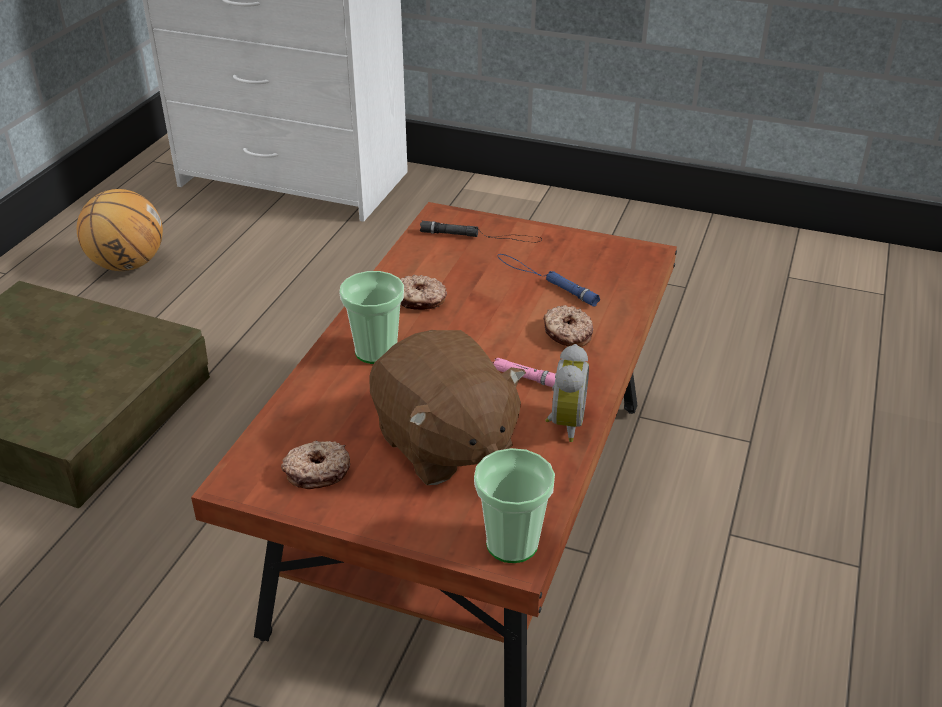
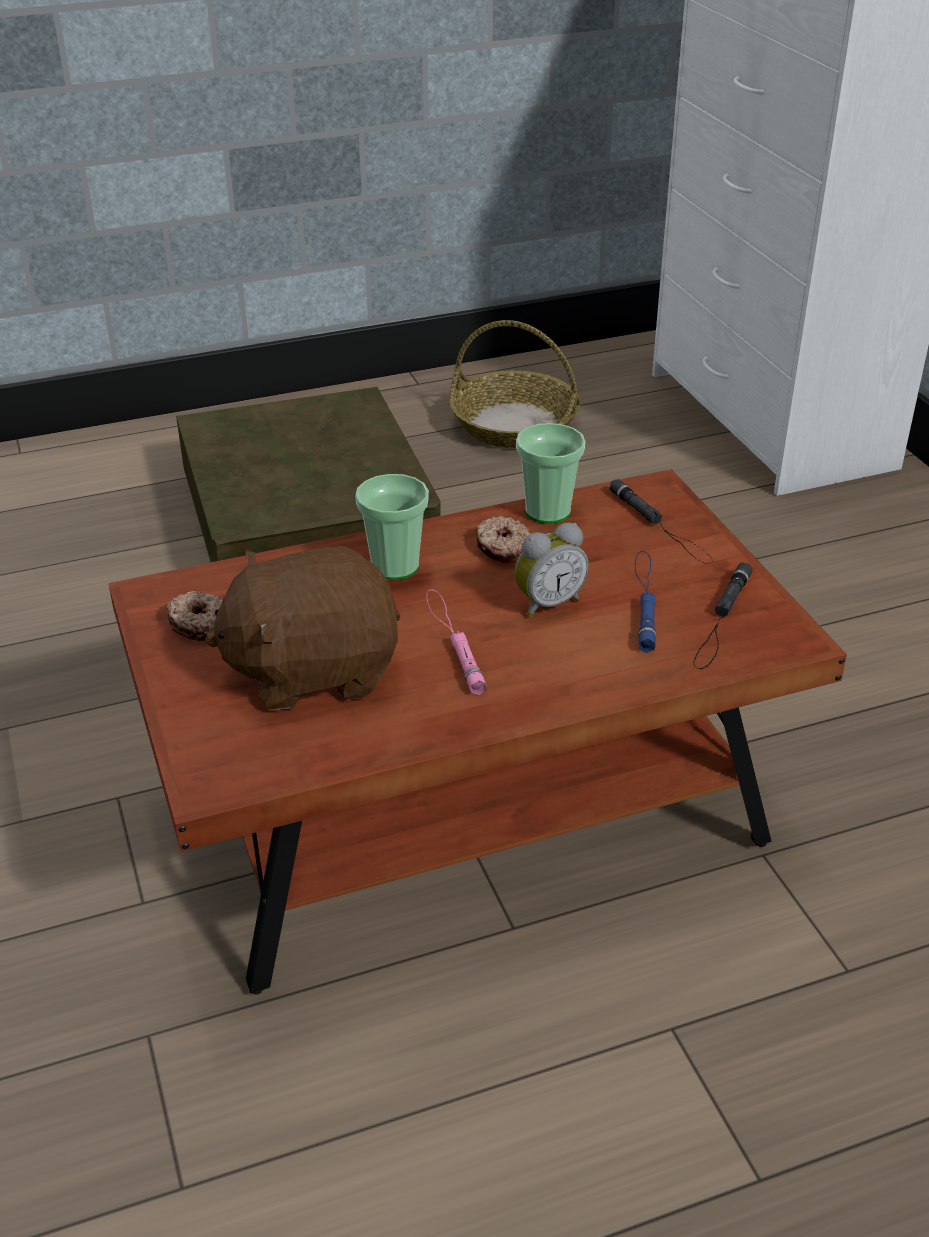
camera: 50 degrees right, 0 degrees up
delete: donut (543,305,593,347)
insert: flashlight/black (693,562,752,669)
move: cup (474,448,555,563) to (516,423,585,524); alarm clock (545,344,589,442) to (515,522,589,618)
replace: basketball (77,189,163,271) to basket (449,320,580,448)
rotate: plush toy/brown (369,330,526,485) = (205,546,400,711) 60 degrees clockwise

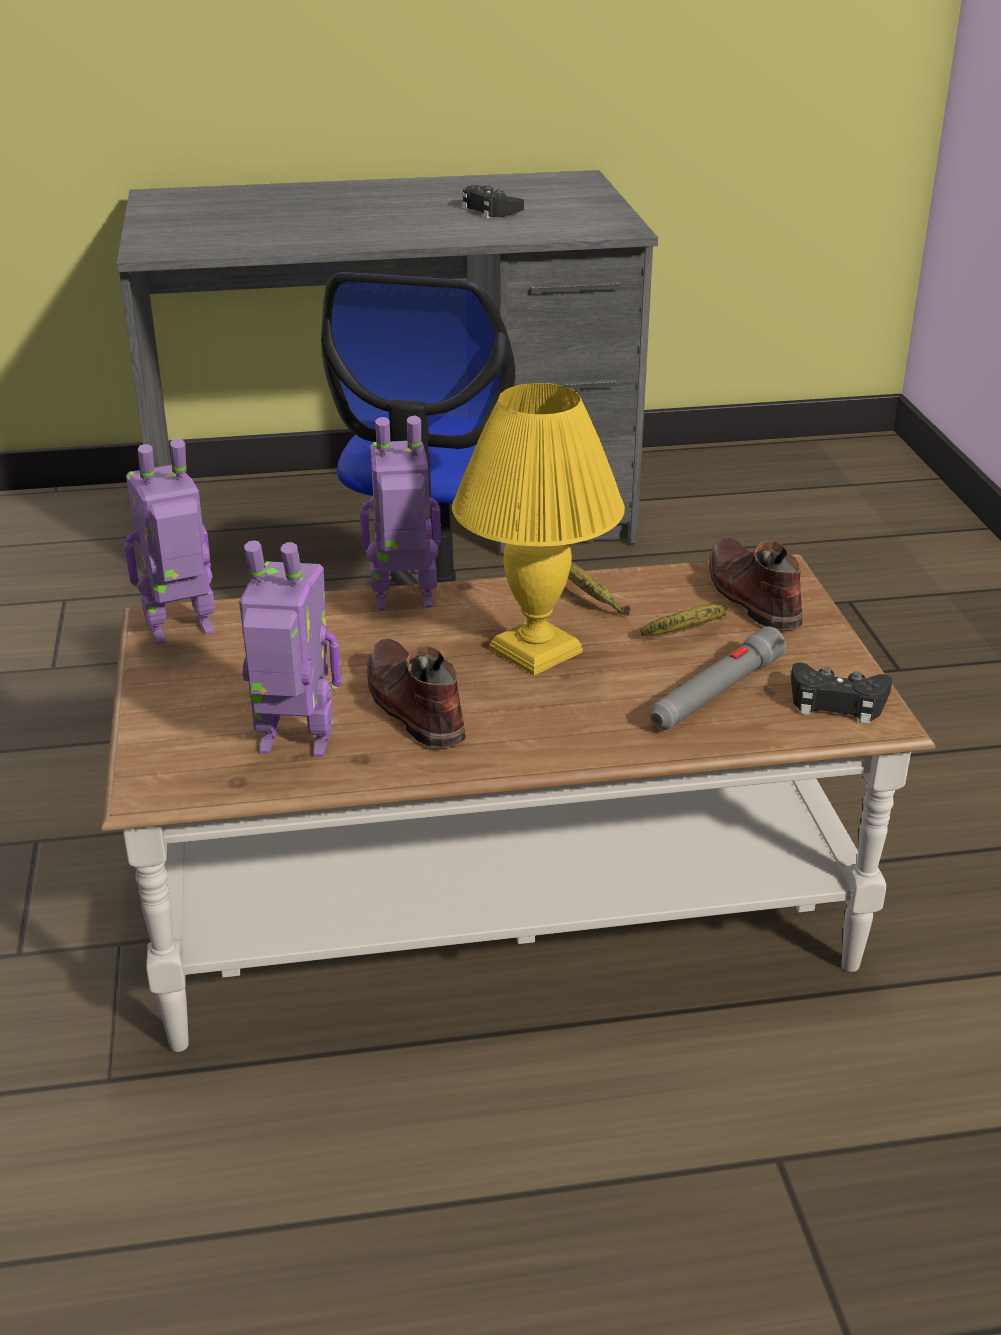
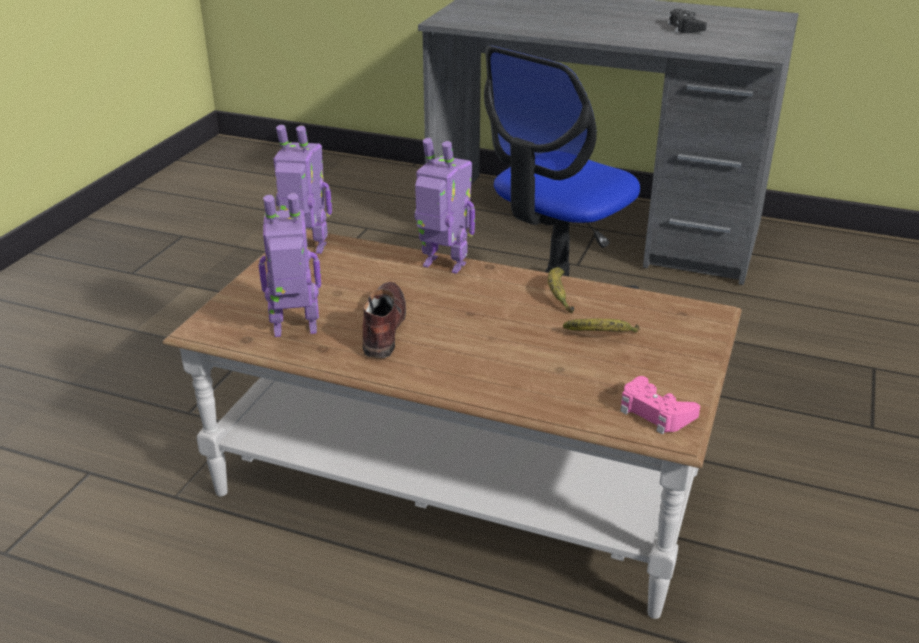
camera: 30 degrees right, 0 degrees up
delete: table lamp/yellow (452,383,625,675); flashlight/grey (649,627,786,730); shoe/brown (710,538,802,630)
recolor: game controller/black (791,663,892,724) to game controller/pink (620,376,700,435)
rotate: toy robot (239,540,341,757) = (259,193,321,337) 45 degrees counterclockwise

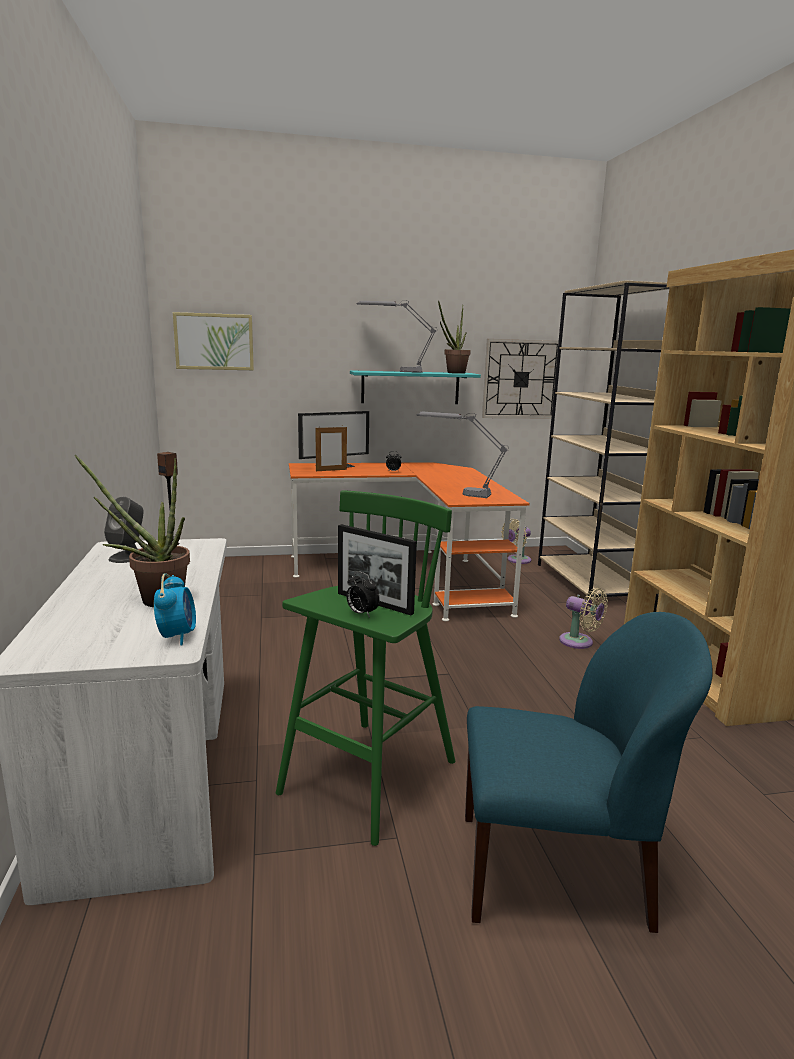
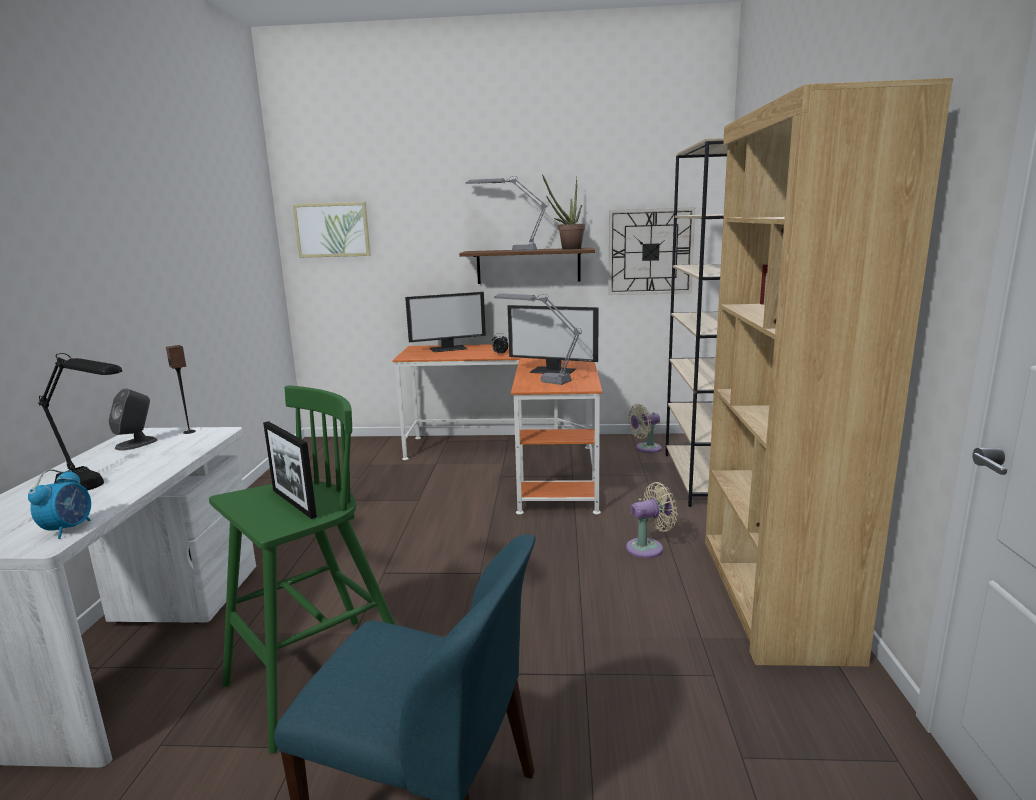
camera: 15 degrees right, 0 degrees up
delete: picture frame (316,426,347,471); alarm clock (346,571,380,617)
insert: monitor (507,305,599,374)
replace: potted plant (75,455,190,607) to table lamp/black (38,353,122,490)
recolor: shelf/turquoise (350,370,481,404) to shelf/brown (459,248,595,284)
rotate: fan/beige (559,588,608,649) = (626,482,677,558) 75 degrees counterclockwise

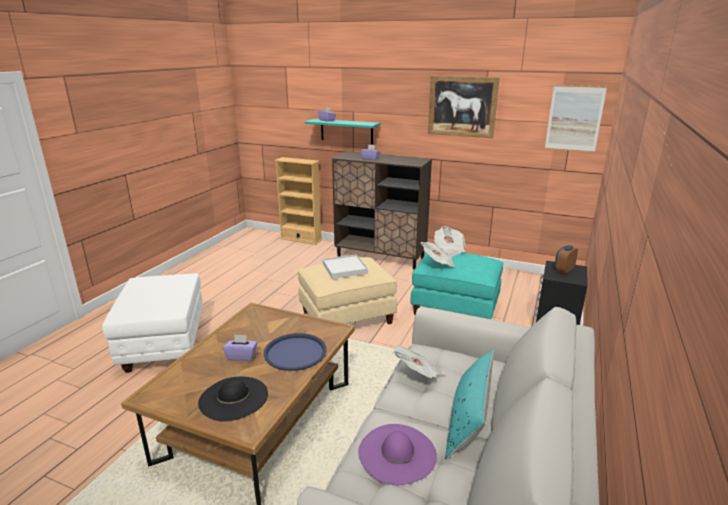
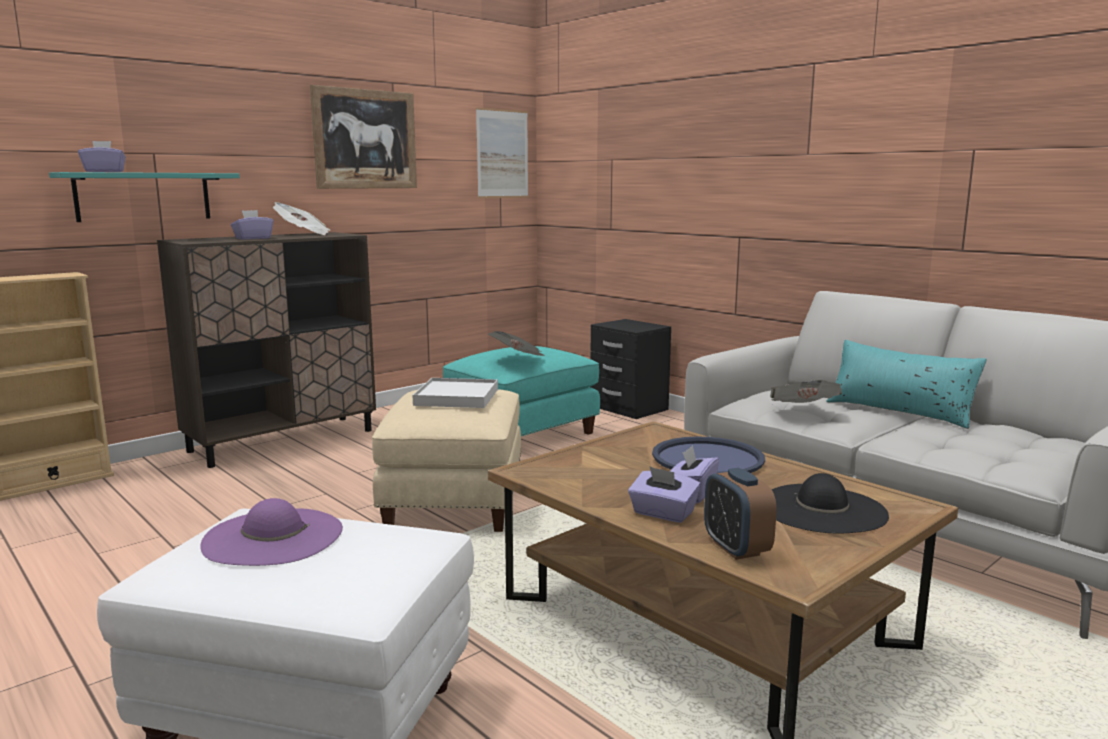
camera: 65 degrees left, 10 degrees down
insert: tissue box/purple (628,466,701,523)
move: hat/purple (358,424,437,485) to (200,498,343,566); newspaper (434,226,465,257) to (273,202,330,235); alarm clock (554,245,578,274) to (704,468,777,560)

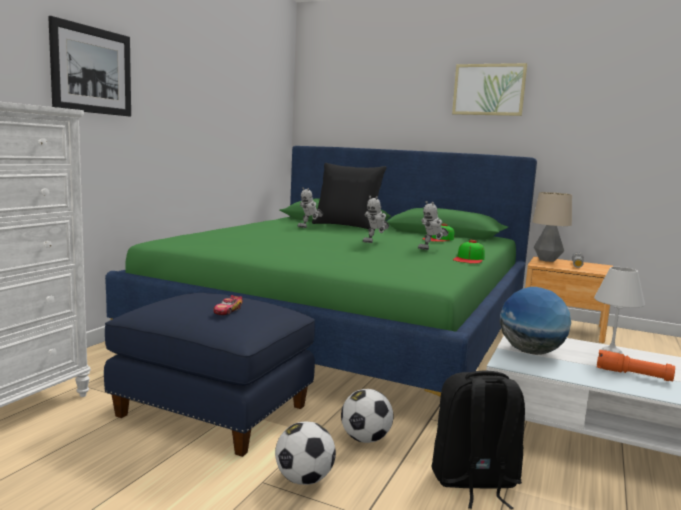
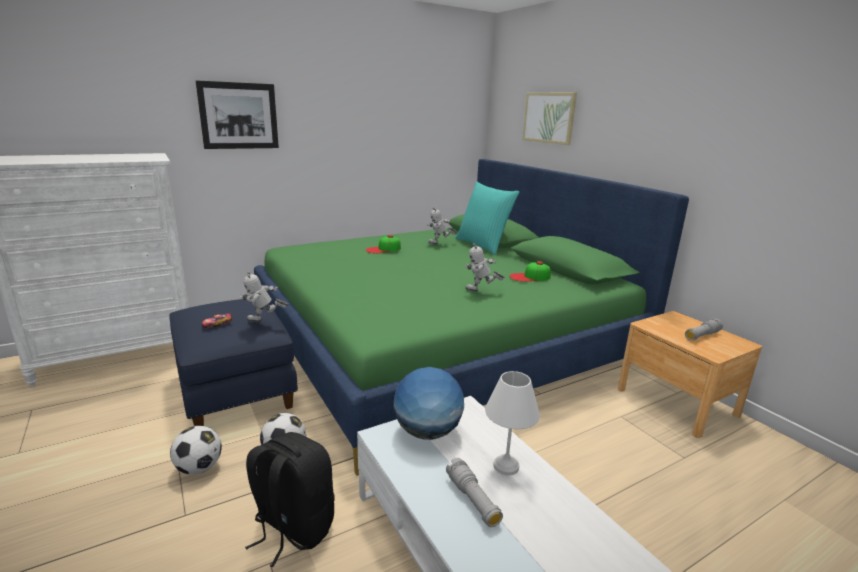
camera: 35 degrees right, 10 degrees up
delete: table lamp (532,192,572,262)
move: toy robot (363,196,389,243) to (240,271,289,322); picture (452,63,527,116) to (522,92,577,145); cap (453,240,485,264) to (366,235,401,253)
recolor: pillow/black (312,163,387,229) to pillow/turquoise (455,182,519,255); flashlight/orange (597,350,675,381) to flashlight/grey (446,458,503,527)

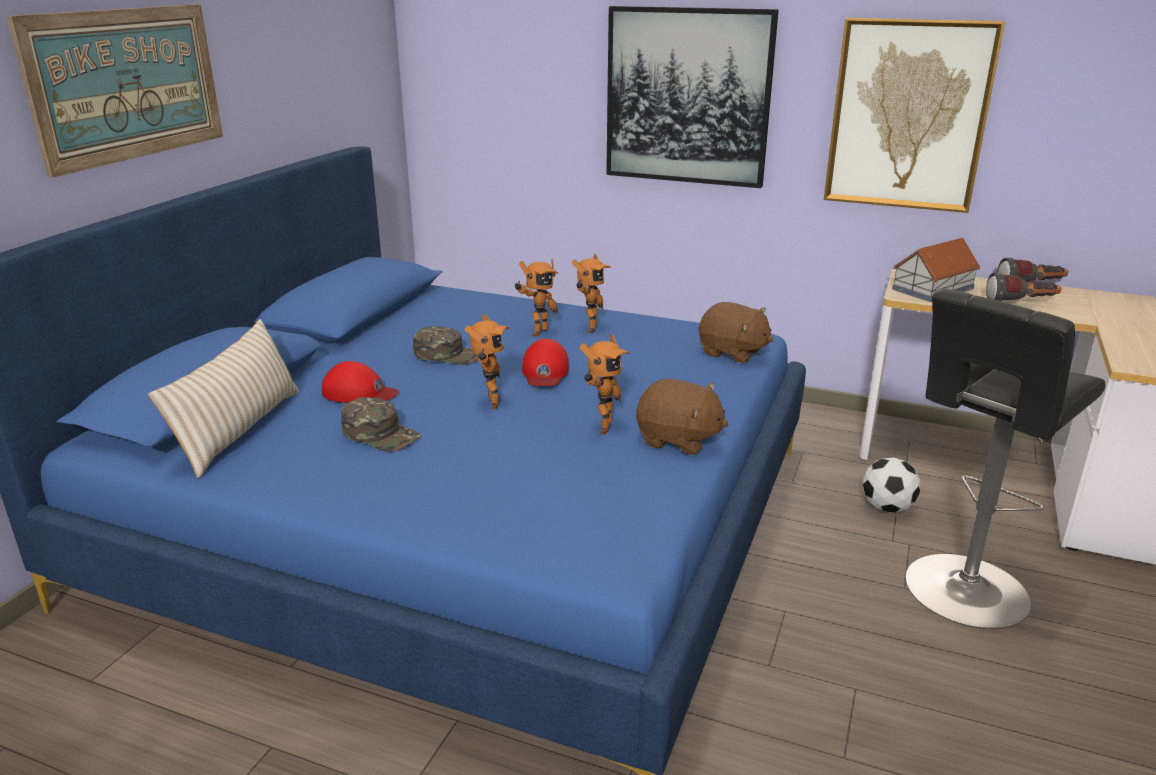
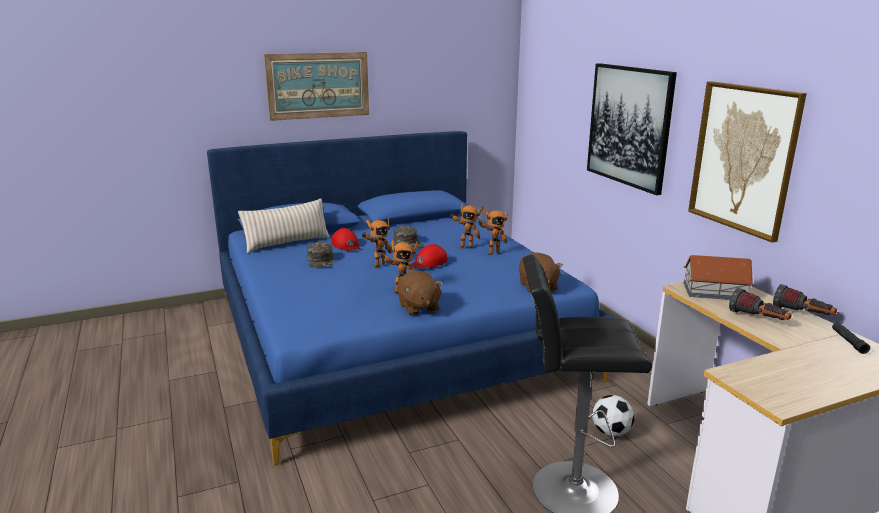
camera: 45 degrees right, 5 degrees down
insert: flashlight/black (832,322,870,354)

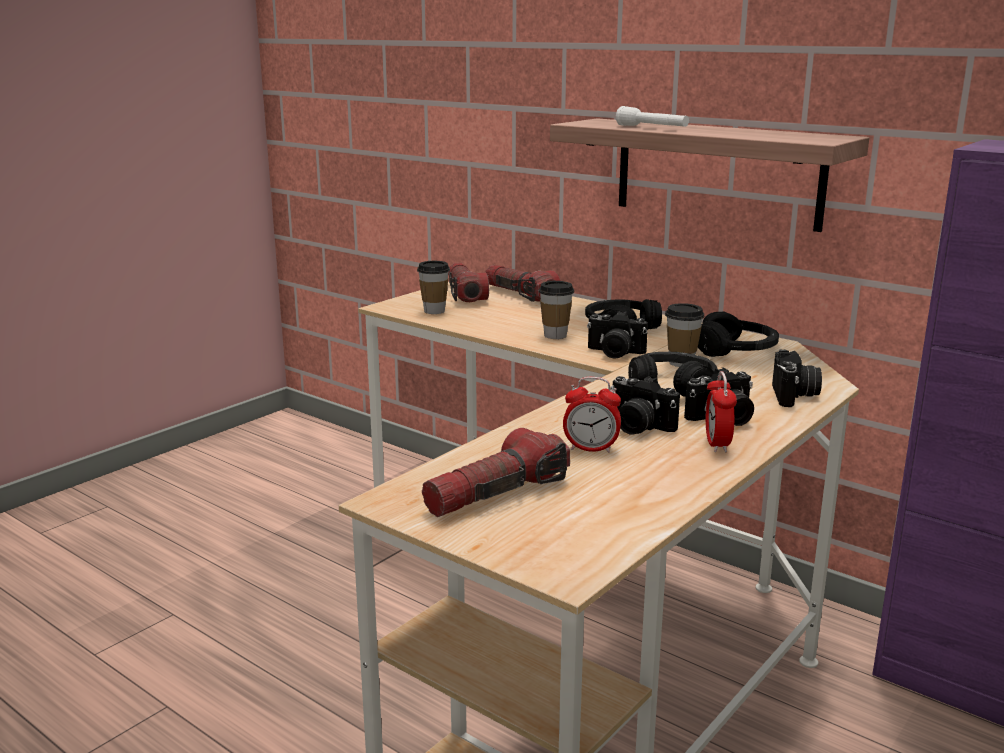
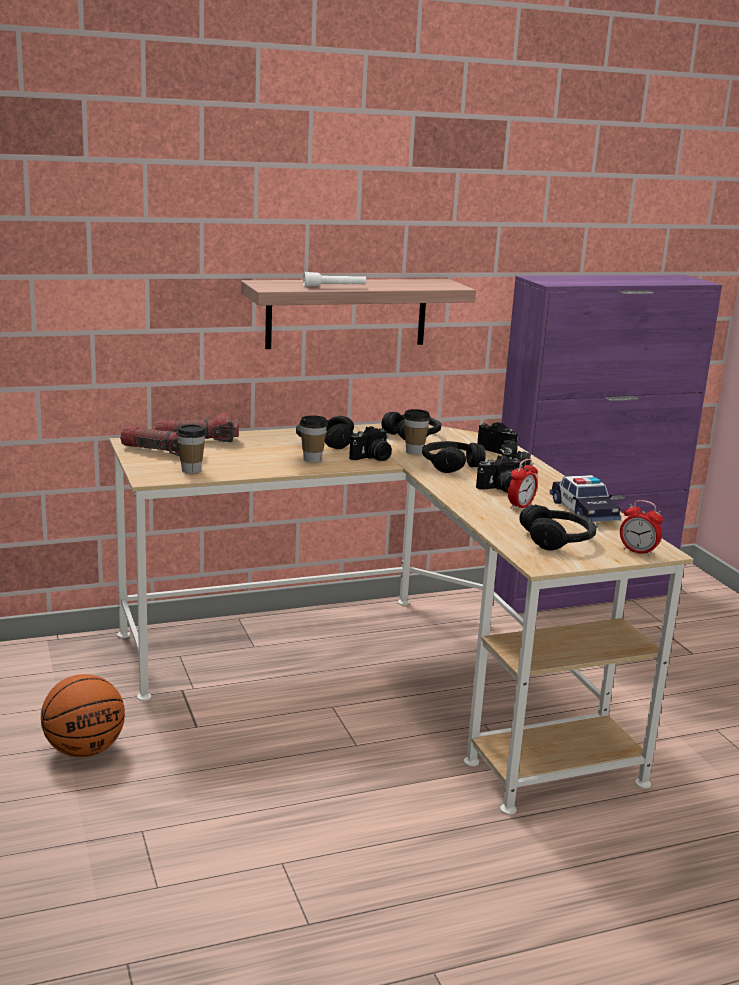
camera: 60 degrees left, 0 degrees up
insert: basketball (41,674,125,757); toy car (550,475,621,522)
move: alarm clock (706,371,737,452) to (620,500,663,556)
replace: flashlight (422,428,570,517) to headphones/black (519,504,596,550)

